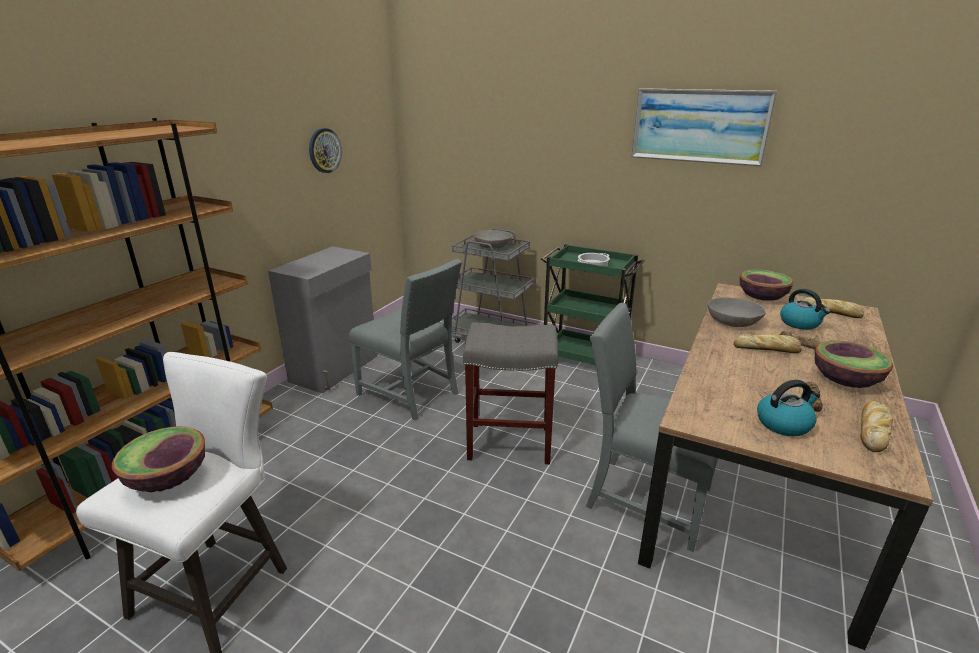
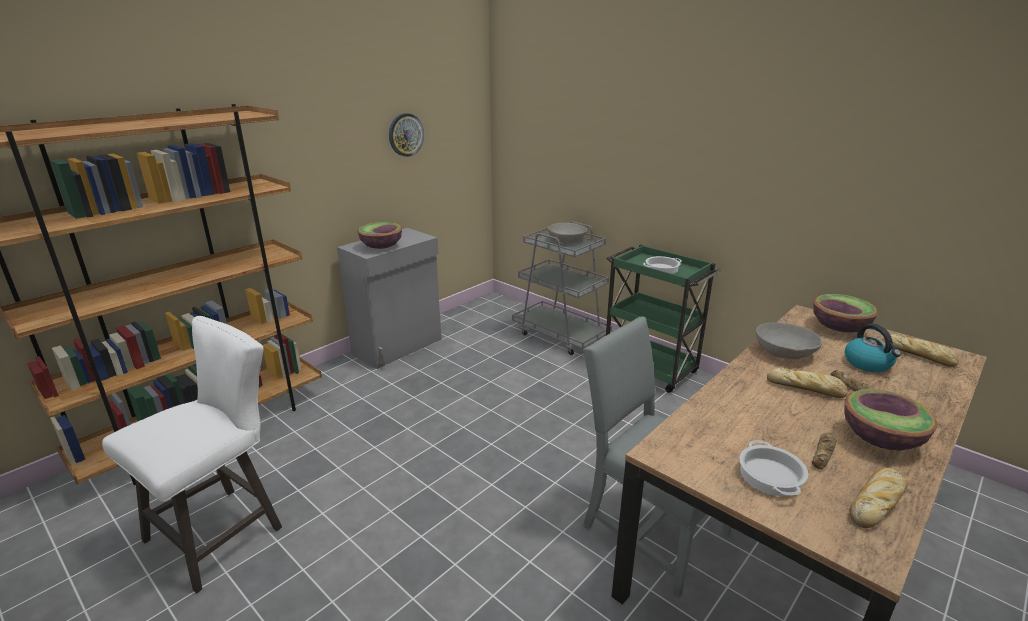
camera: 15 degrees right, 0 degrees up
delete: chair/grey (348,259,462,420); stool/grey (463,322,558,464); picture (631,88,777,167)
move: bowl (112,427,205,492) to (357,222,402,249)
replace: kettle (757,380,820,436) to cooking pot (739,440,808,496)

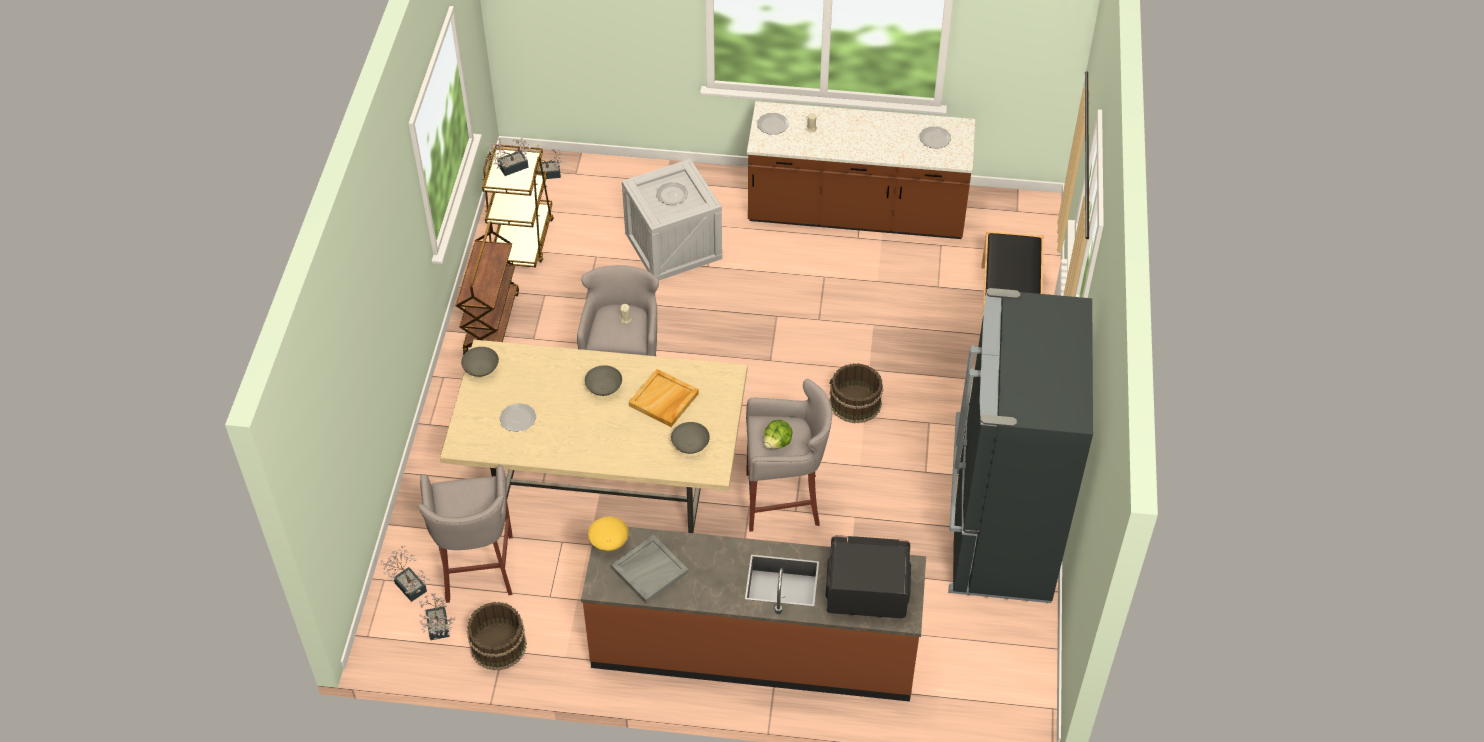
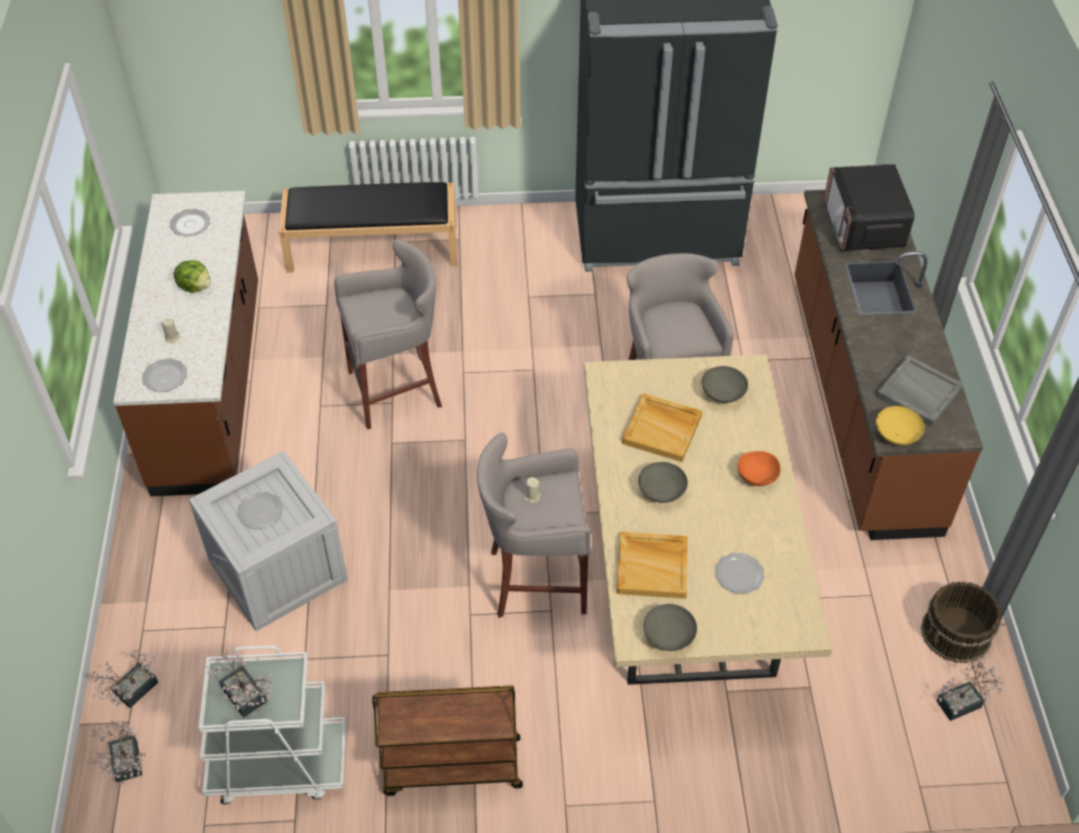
camera: 100 degrees left, 0 degrees up
delete: bucket/brown (829,363,883,423)
insert: tray/beige (617,532,688,599); bowl/orange (738,451,781,486)
move: potted plant (380,546,430,602) to (92,649,158,708); stool/grey (418,465,513,603) to (334,239,442,429); lettuce (764,420,793,449) to (174,260,211,293)
recolor: cart/brown (482,144,554,267) to cart/white (199,645,346,805)

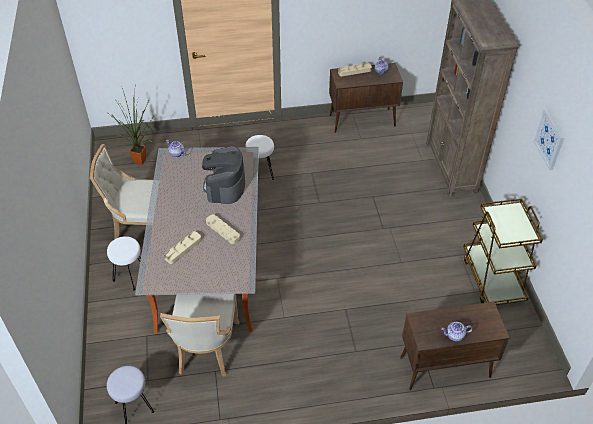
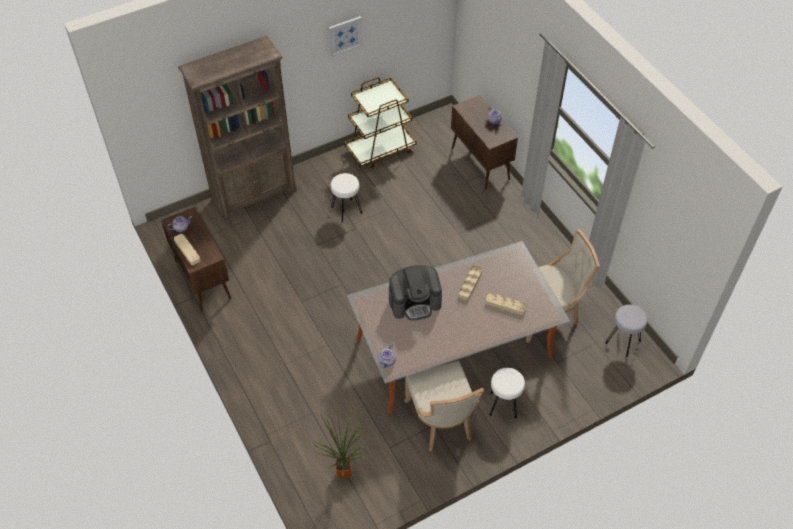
camera: 110 degrees left, 5 degrees up
move: stool/white (245,135,274,180) to (330,173,362,222)

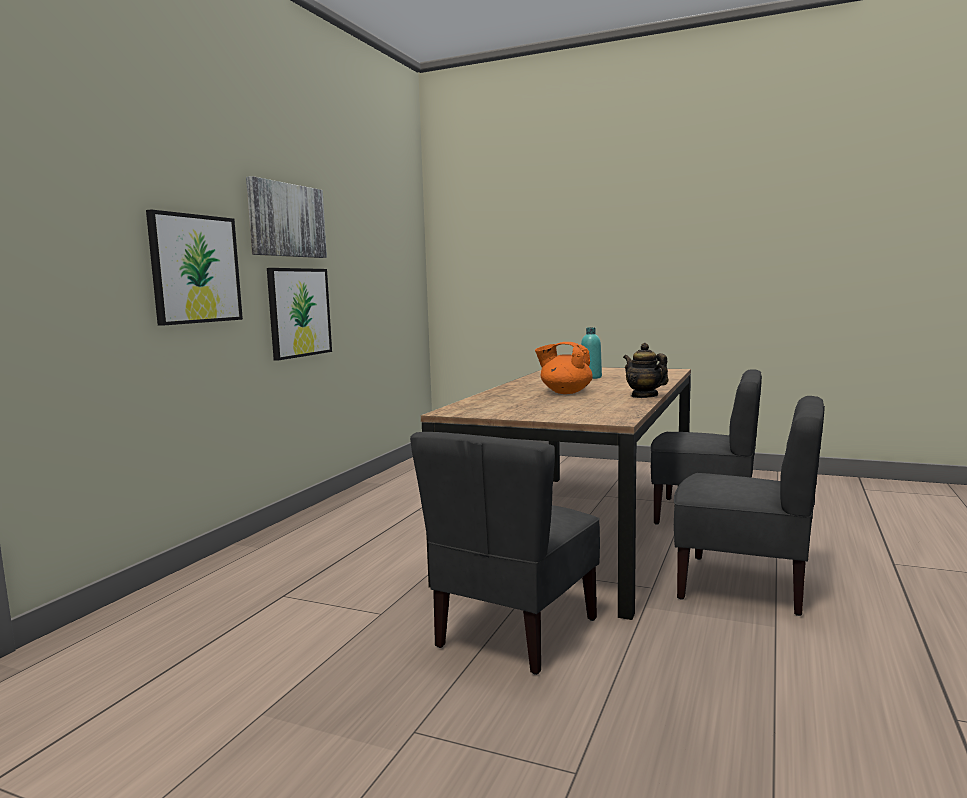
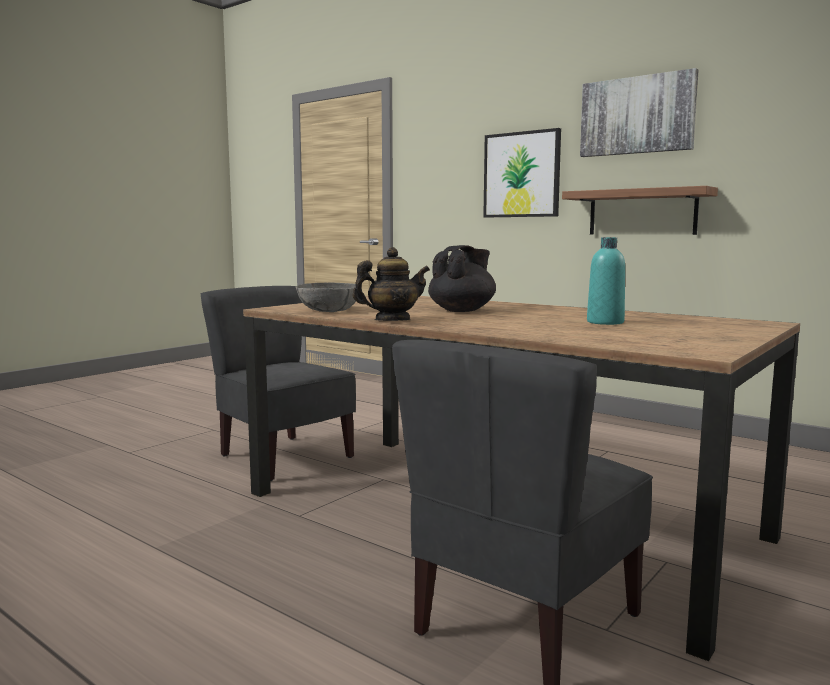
camera: 105 degrees right, 0 degrees up
delete: chair/grey (674,396,825,616)
insert: bowl/grey (296,283,356,312)
replace: picture (267,268,332,361) to shelf (562,186,718,235)
recolor: teapot/orange (535,342,593,394) to teapot/black (428,245,496,312)

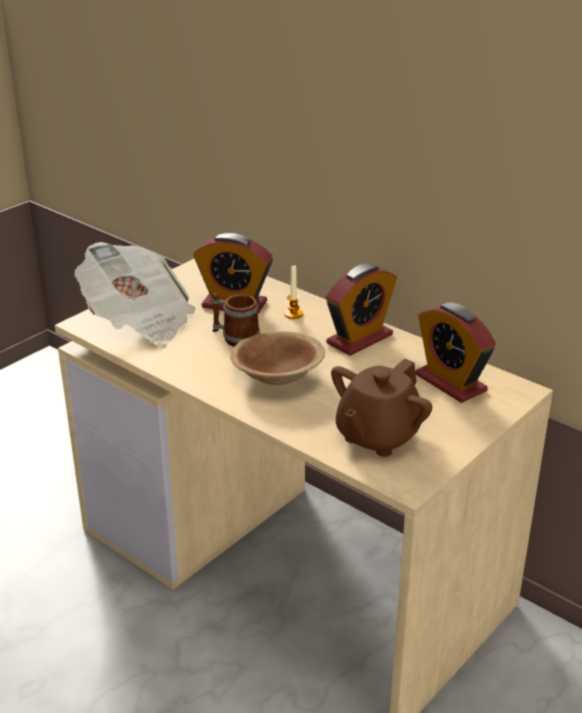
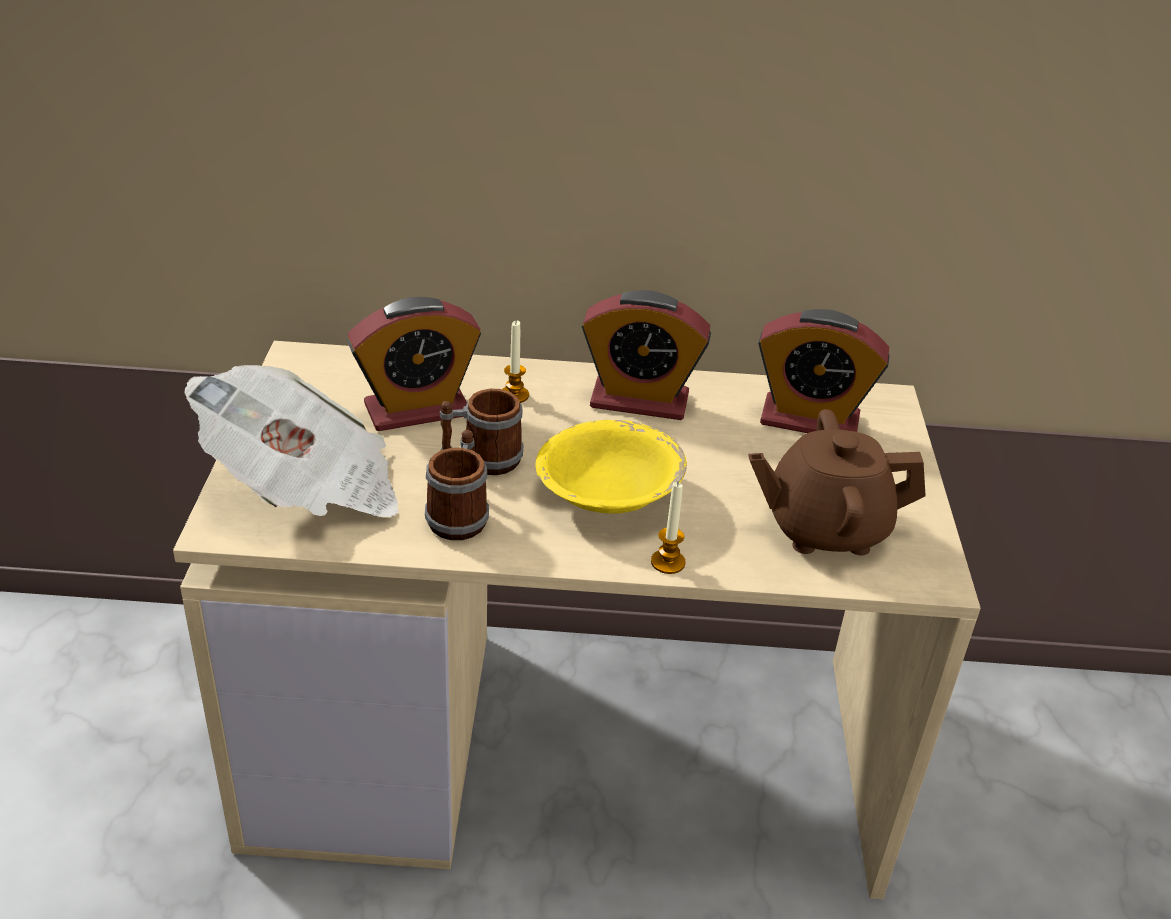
camera: 40 degrees left, 5 degrees up
insert: mug (425,430,489,540); candle (651,482,685,574)
recolor: bowl/brown (230,331,325,385) to bowl/yellow (535,420,687,514)
rotate: alarm clock (326,263,397,356) = (582,290,711,420) 90 degrees clockwise; teapot/brown (331,358,432,457) = (748,409,926,555) 90 degrees clockwise

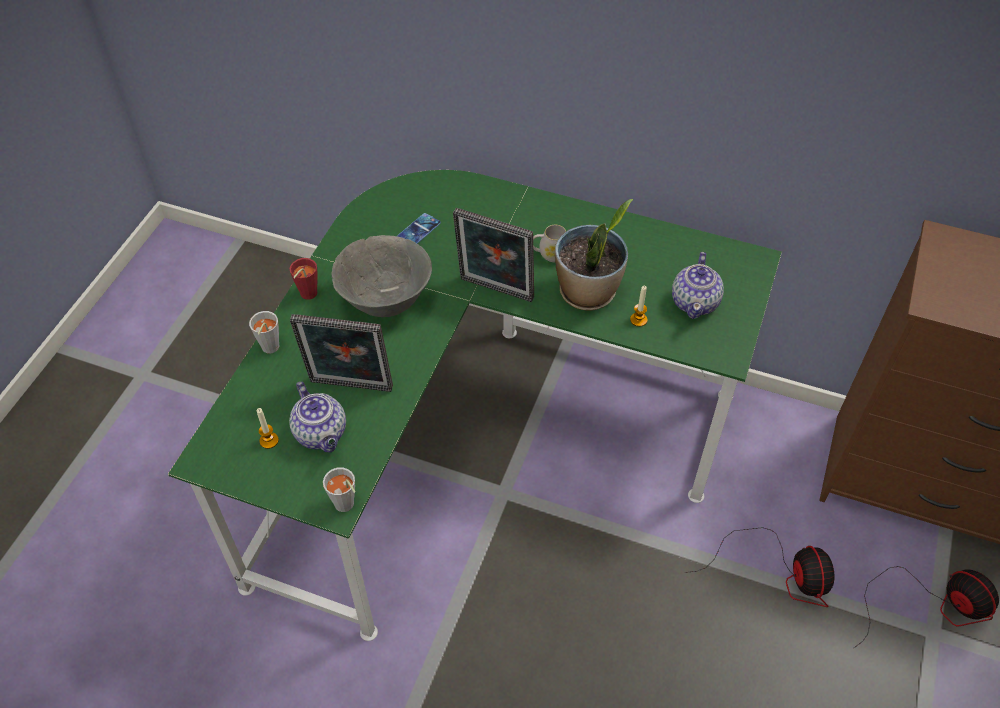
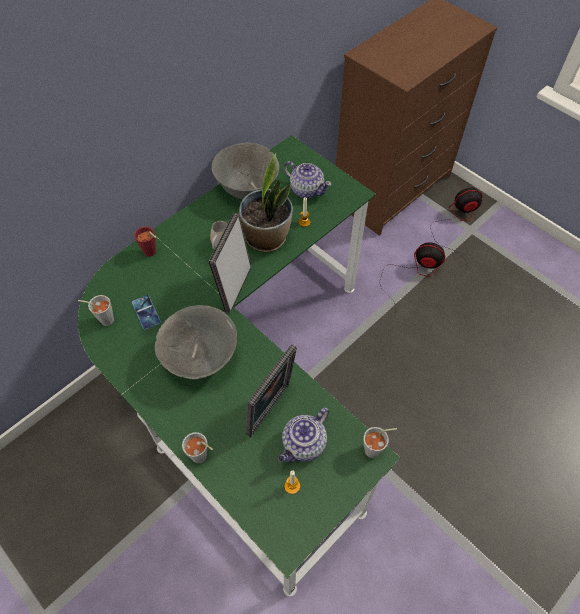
camera: 65 degrees left, 5 degrees up
insert: cup/grey (78,295,114,326); bowl/grey (212,142,279,199)
move: cup/red (290,258,318,300) to (134,226,156,257)
rotate: teapot (289,381,346,452) = (279,407,329,462) 135 degrees clockwise; picture frame (453,208,534,302) = (209,213,251,313) 150 degrees clockwise

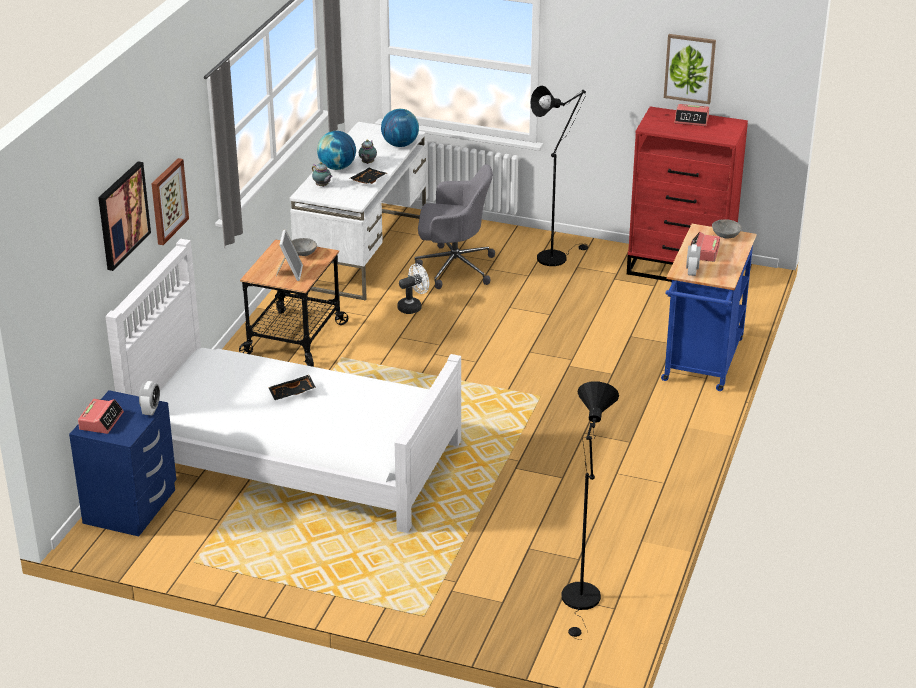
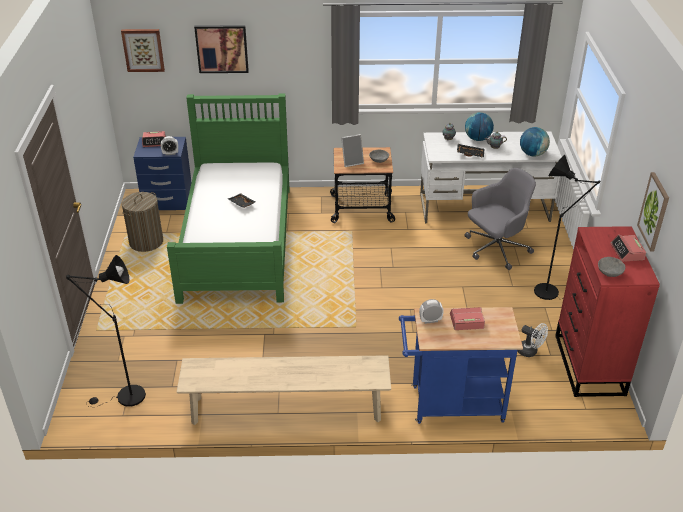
camera: 70 degrees right, 5 degrees up
insert: laundry basket (121,192,163,252); bench/beige (177,355,391,425)
move: picture (151,158,189,245) to (121,29,165,72); fan/white (397,264,429,314) to (517,323,548,357); bowl/grey (712,220,742,239) to (598,257,625,277)
recolor: bed/white (105,239,461,533) to bed/green (167,94,290,304)
rotate: office chair/grey (415,164,495,289) = (464,168,536,270) 105 degrees counterclockwise

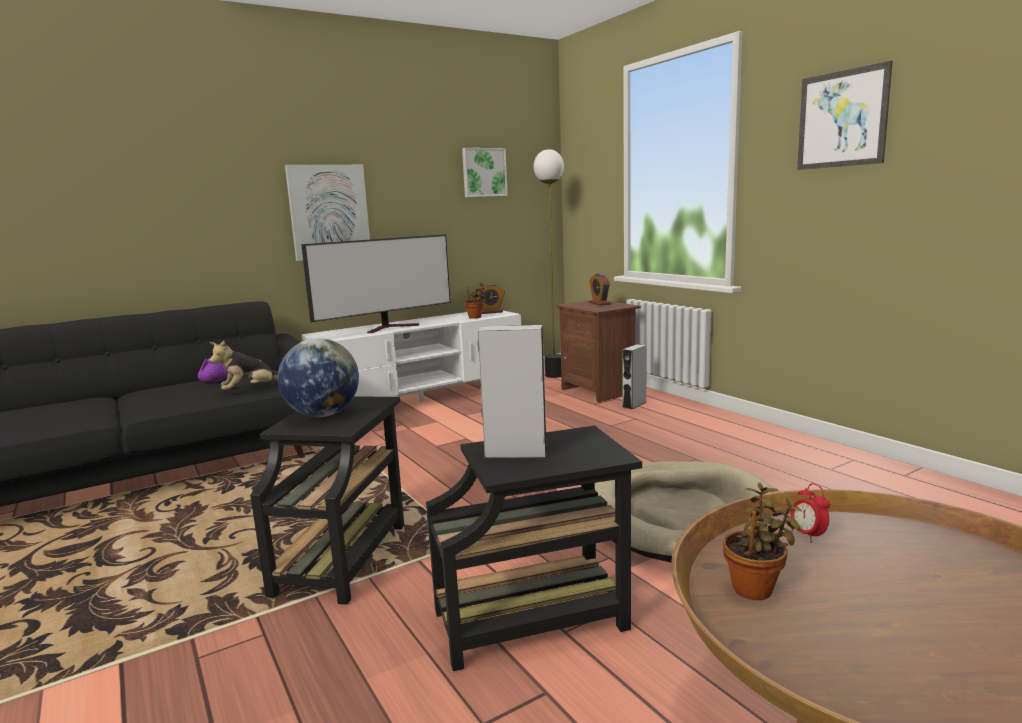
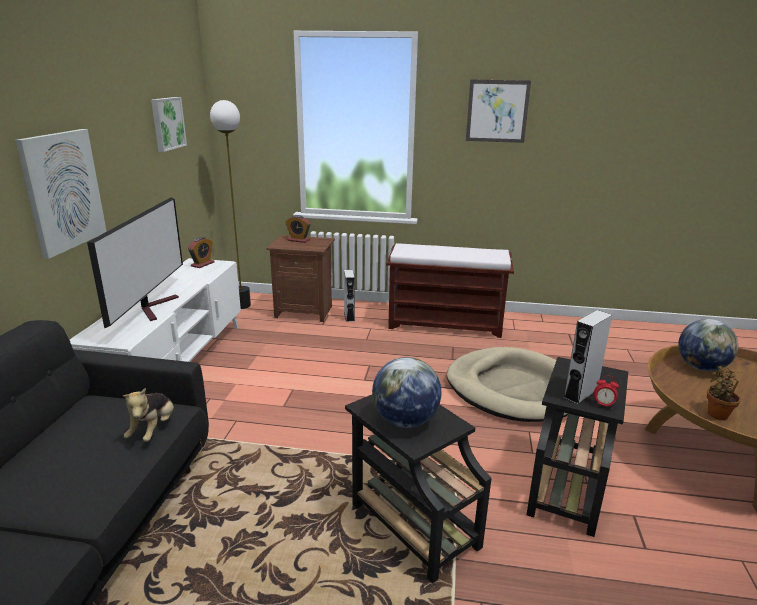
camera: 50 degrees left, 10 degrees up
delete: plush toy/purple (198,358,228,382); potted plant (464,283,486,319)
insert: bench/brown (386,243,514,338); globe (679,319,738,371)
move: alarm clock (791,483,830,543) to (594,376,619,410)

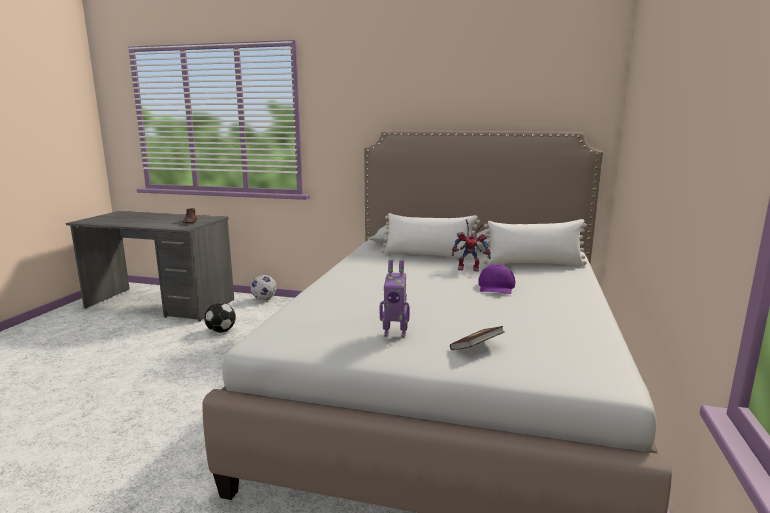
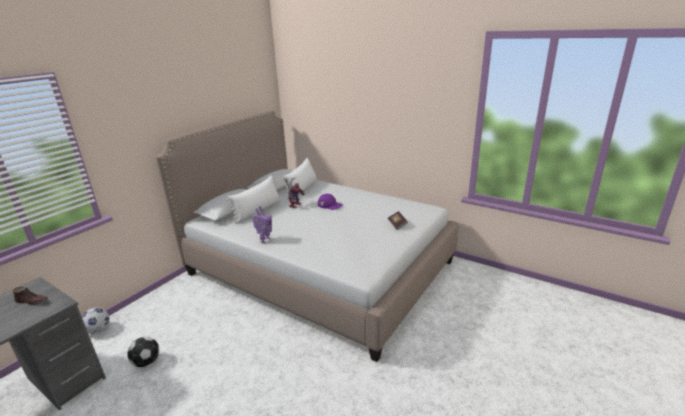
camera: 70 degrees left, 10 degrees up
move: toy robot (379,260,410,338) to (252,206,272,243)

